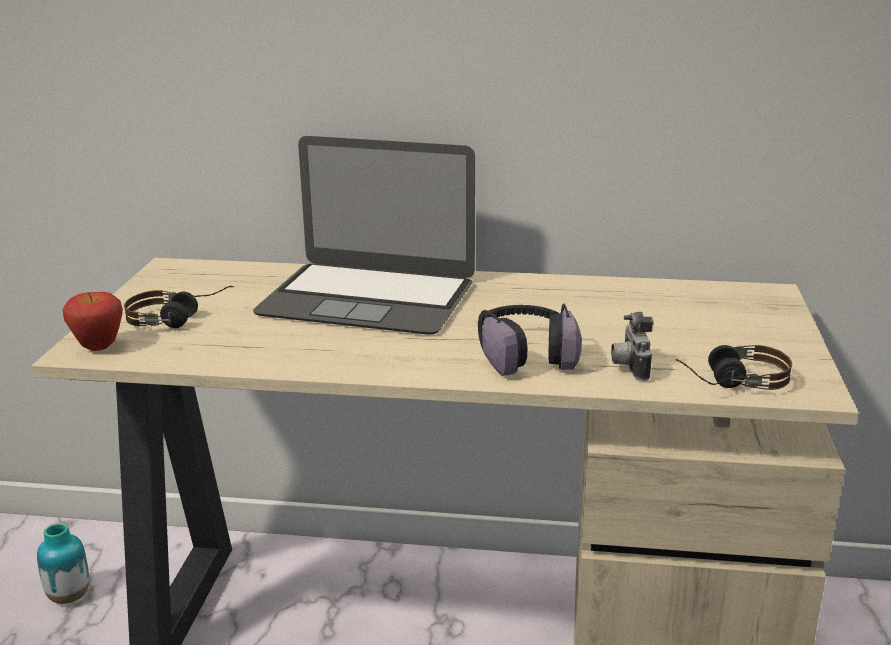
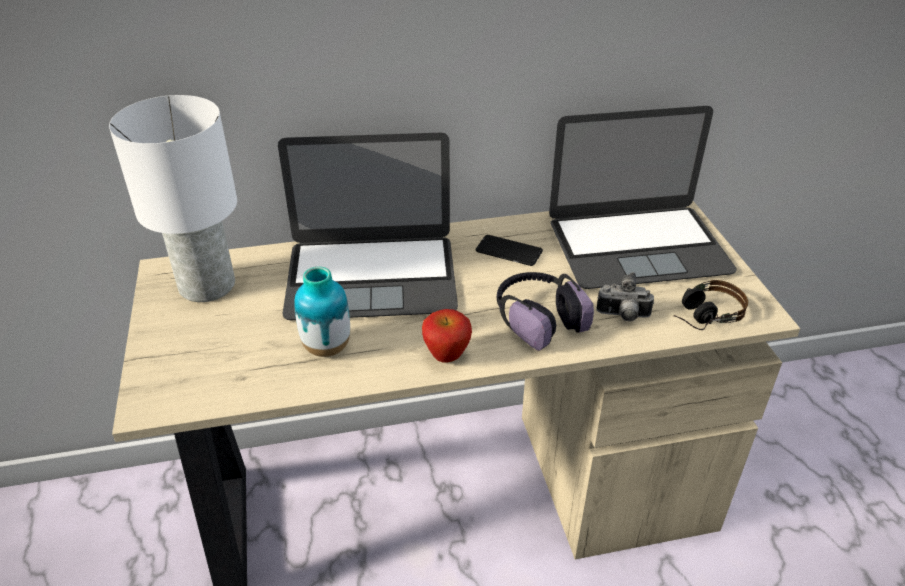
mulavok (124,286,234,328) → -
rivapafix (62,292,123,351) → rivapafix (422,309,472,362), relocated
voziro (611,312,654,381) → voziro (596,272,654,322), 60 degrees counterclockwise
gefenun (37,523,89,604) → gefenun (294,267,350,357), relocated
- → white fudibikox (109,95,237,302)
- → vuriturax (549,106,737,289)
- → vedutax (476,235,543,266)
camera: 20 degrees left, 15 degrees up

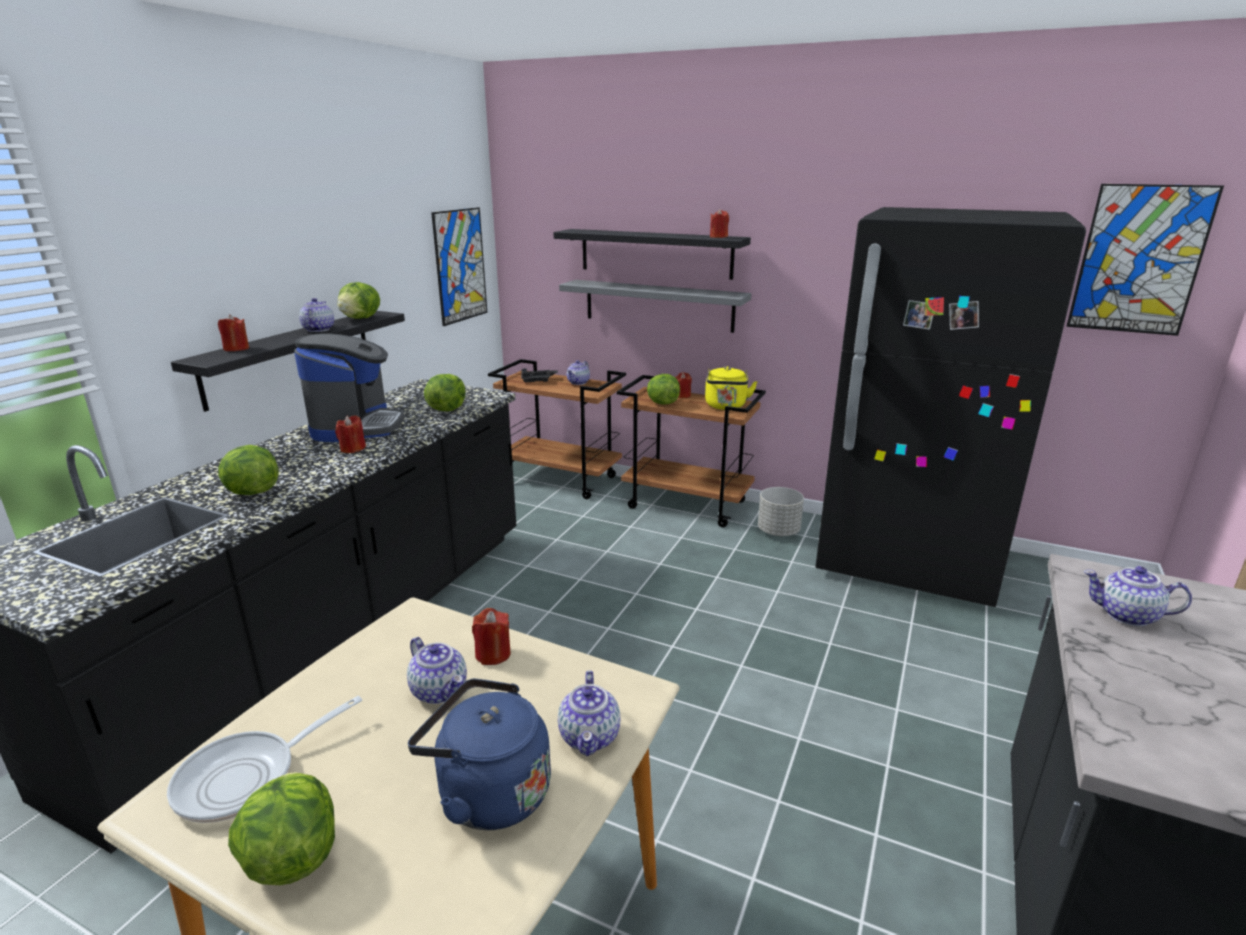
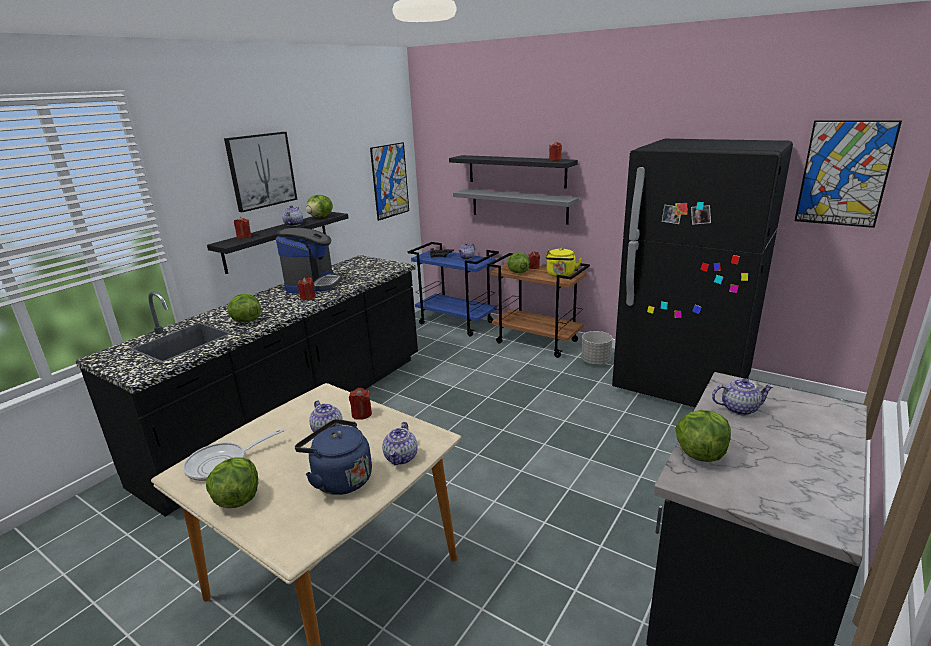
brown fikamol (488,359,626,499) → blue fikamol (408,242,499,336)
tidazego (424,374,466,411) → tidazego (675,410,731,462), relocated
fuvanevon (1084,566,1192,626) → fuvanevon (712,378,774,416), 150 degrees clockwise
- → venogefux (224,132,297,212)
camera: 10 degrees right, 0 degrees up

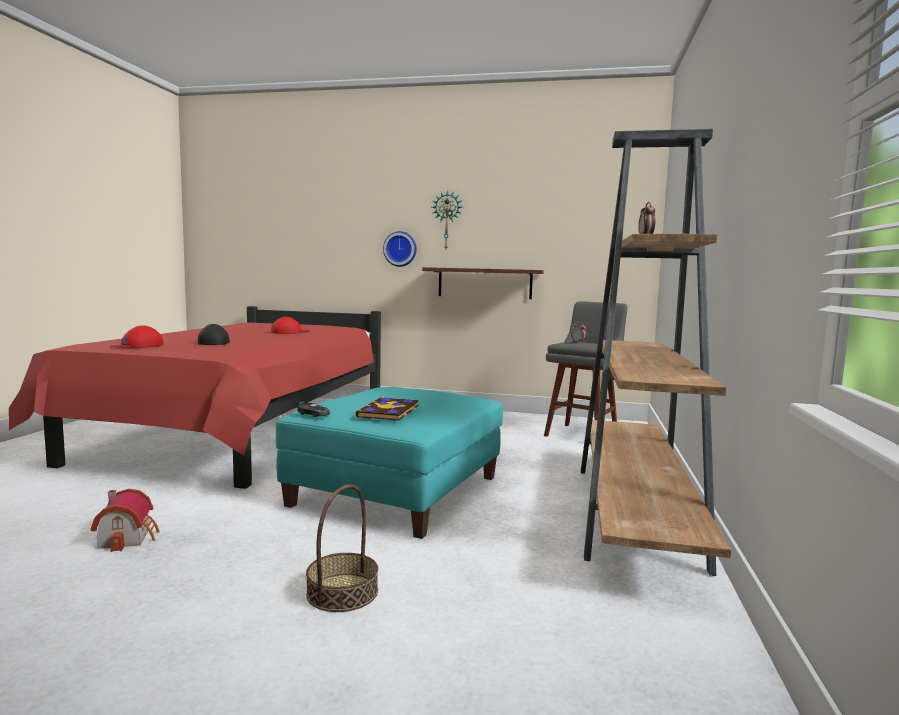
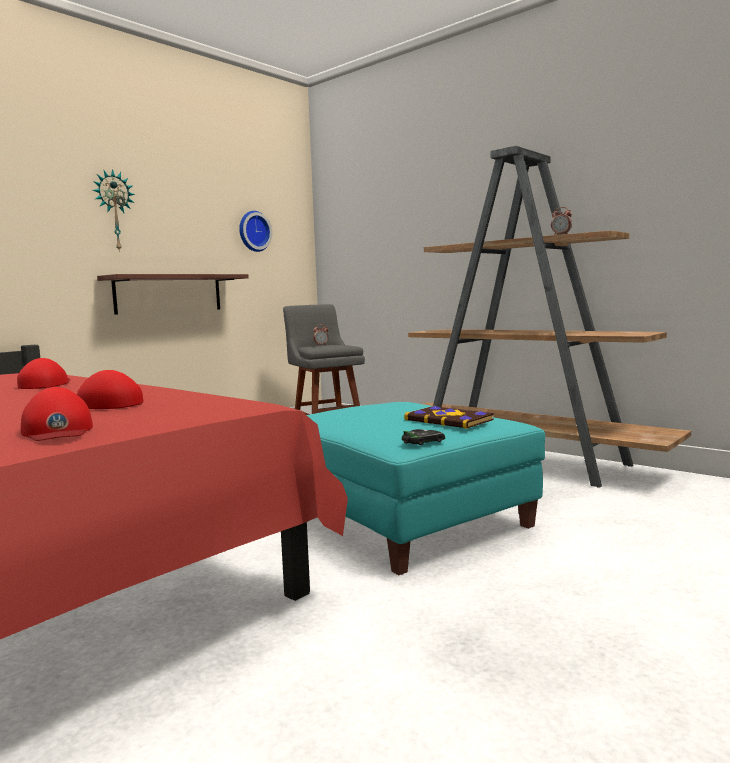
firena (383,231,417,267) → firena (239,211,272,252), relocated
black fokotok (198,324,230,345) → red fokotok (77,370,144,409)
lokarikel (306,485,378,612) → -
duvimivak (91,489,160,552) → -
camera: 60 degrees left, 0 degrees up

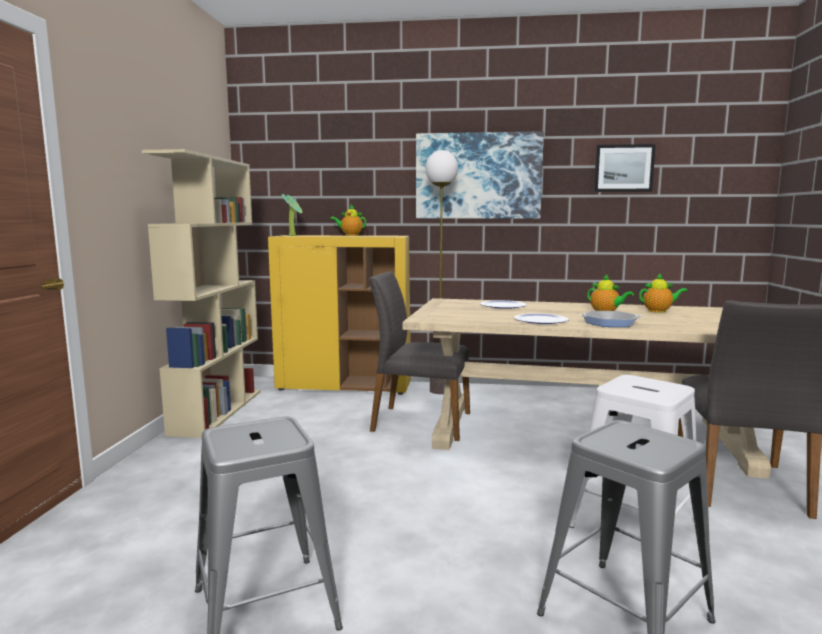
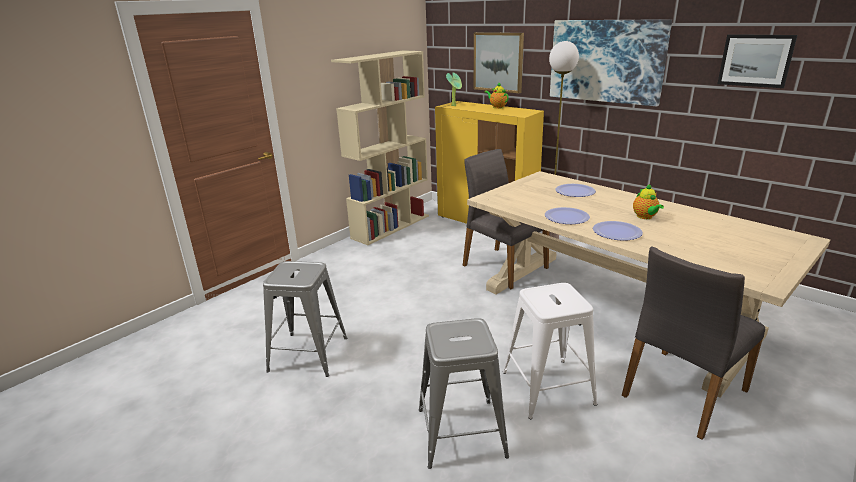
fuvanevon (639,273,687,313) → -
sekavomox (580,311,642,327) → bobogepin (593,221,643,241)
- → venogefux (474,32,524,93)
camera: 35 degrees right, 15 degrees up

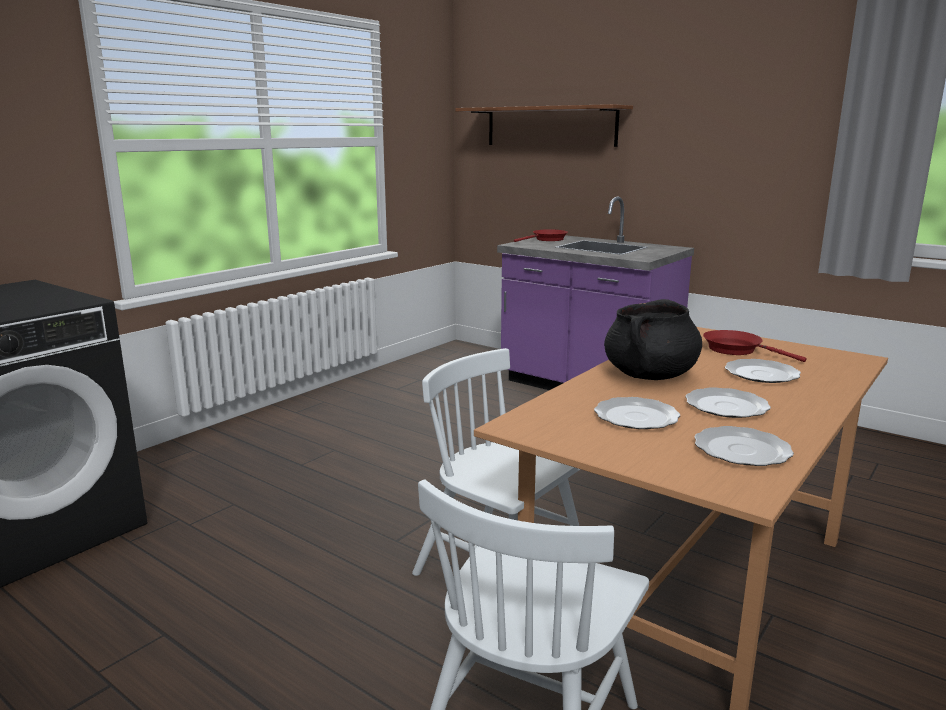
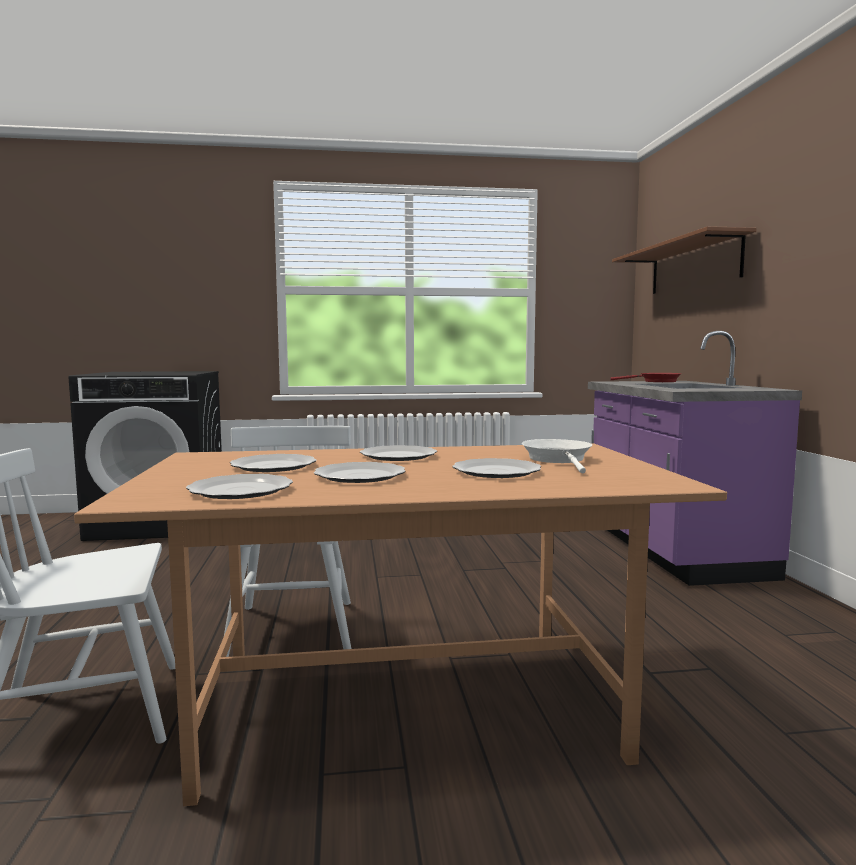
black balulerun (604,299,702,380) → bobogepin (360,445,437,461)
red sekavomox (703,330,806,362) → white sekavomox (522,439,592,474)
camera: 45 degrees right, 10 degrees down

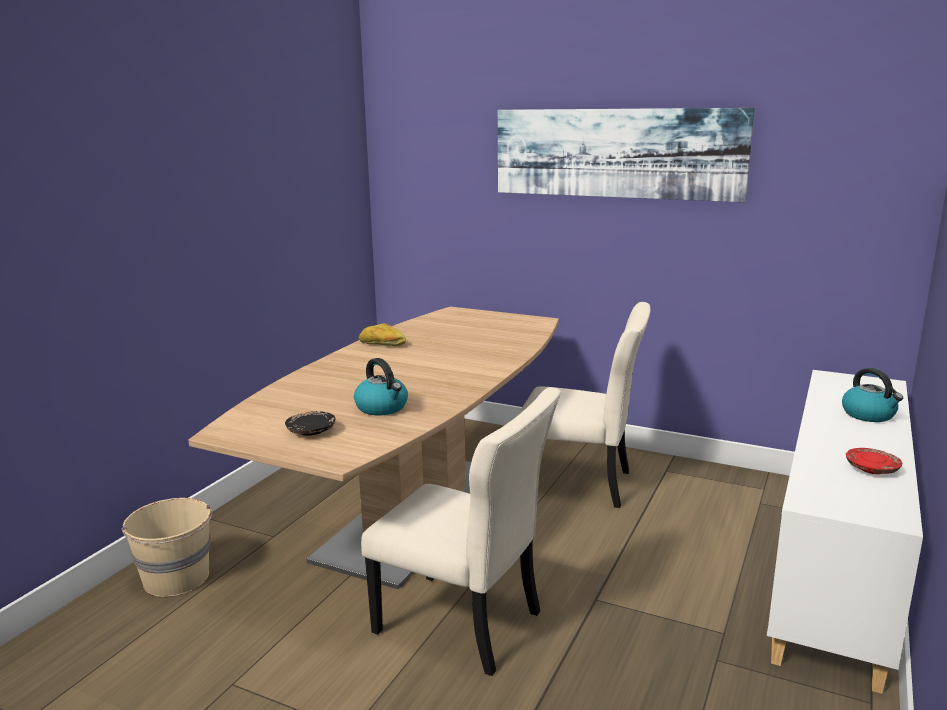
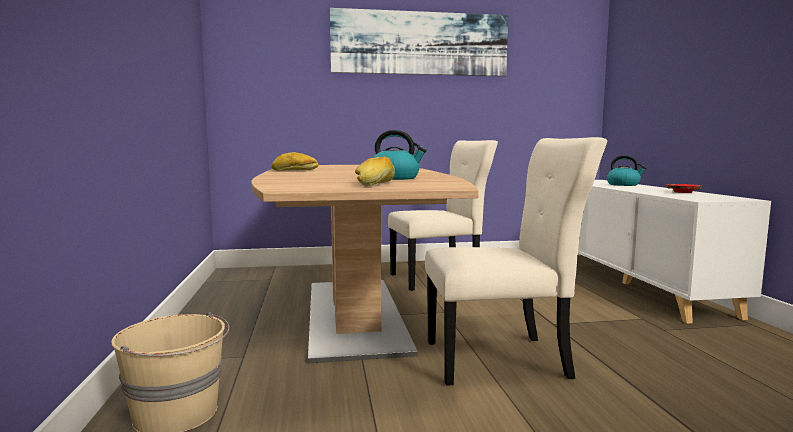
black bobogepin (285,411,336,436) → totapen (355,156,395,186)
camera: 35 degrees left, 10 degrees down

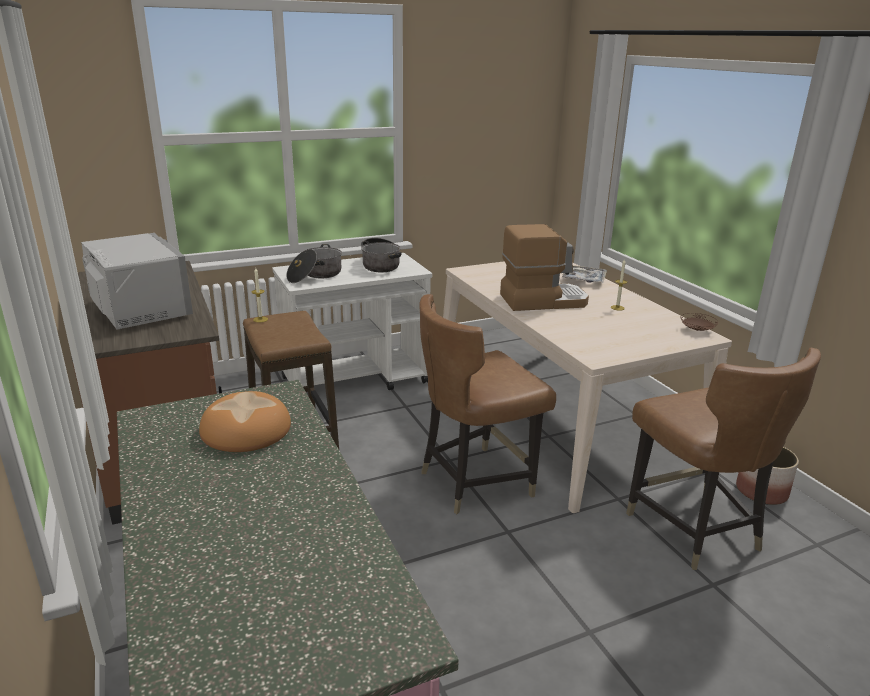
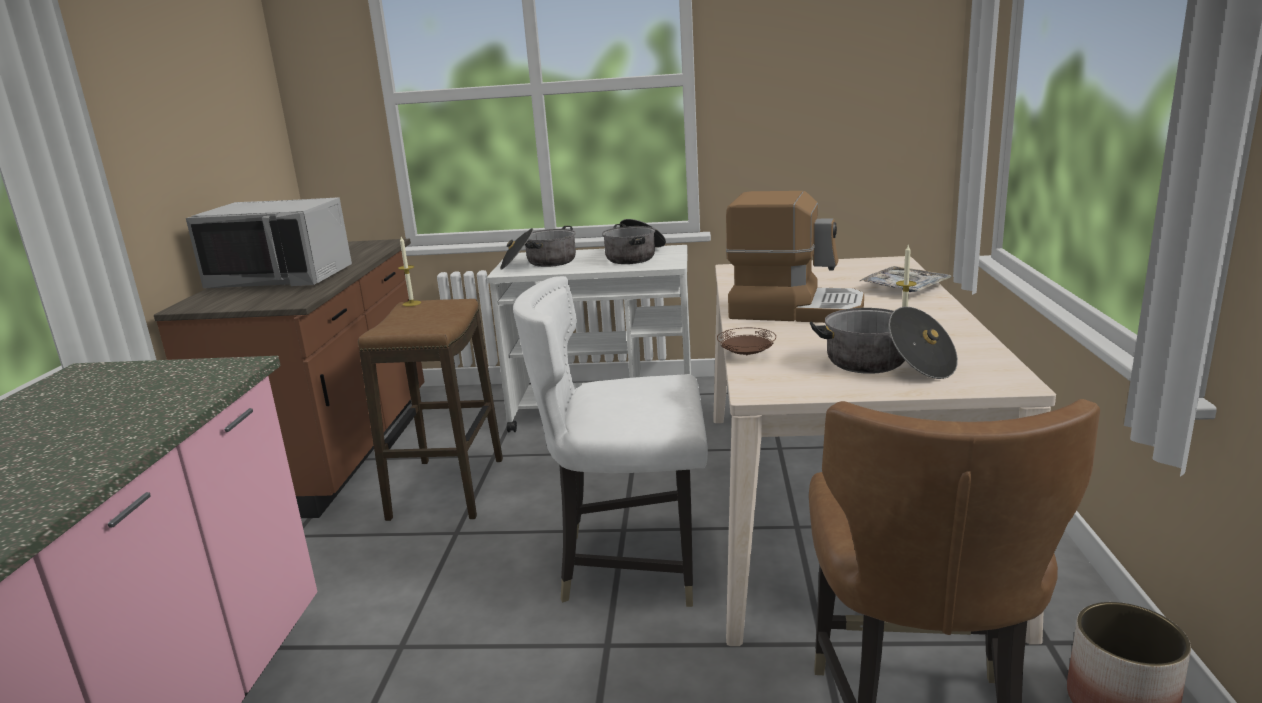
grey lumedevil (81,233,193,330) → grey lumedevil (186,197,352,288), 105 degrees clockwise
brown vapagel (419,294,556,514) → white vapagel (513,276,708,607)
brown bobogepin (680,313,718,331) → brown bobogepin (717,328,776,356), relocated
totapen (199,391,291,452) → -
- → balulerun (810,307,958,379)
camera: 30 degrees right, 5 degrees down

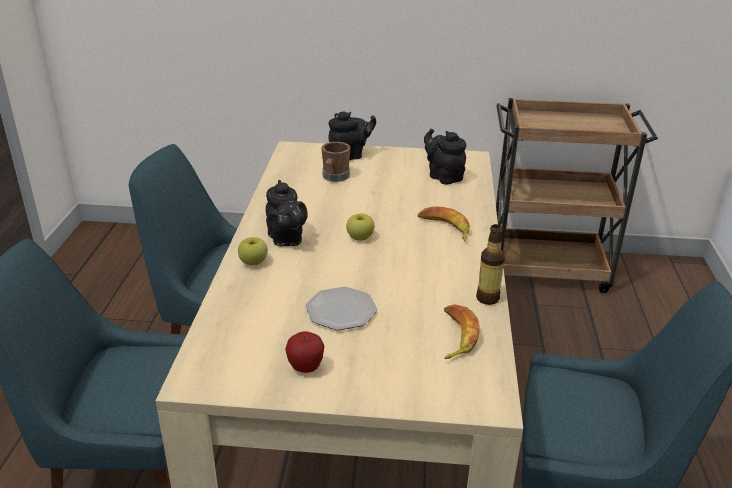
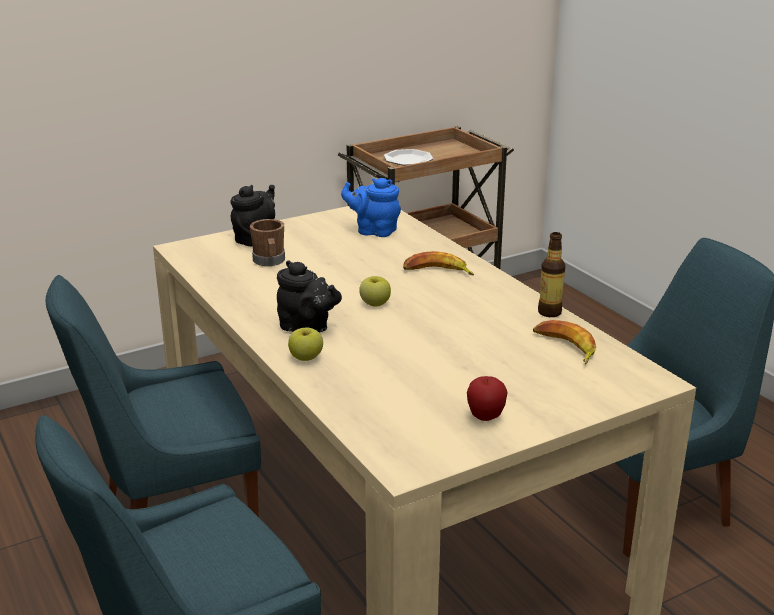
black fuvanevon (424,129,466,185) → blue fuvanevon (341,178,401,237)
bobogepin (305,287,378,330) → bobogepin (384,149,433,165), relocated
camera: 35 degrees left, 5 degrees down

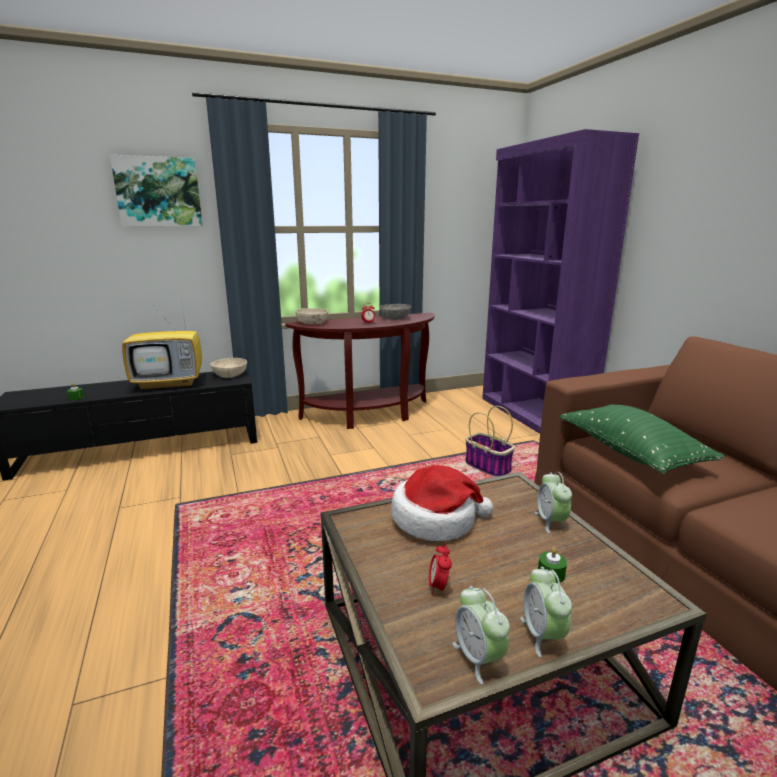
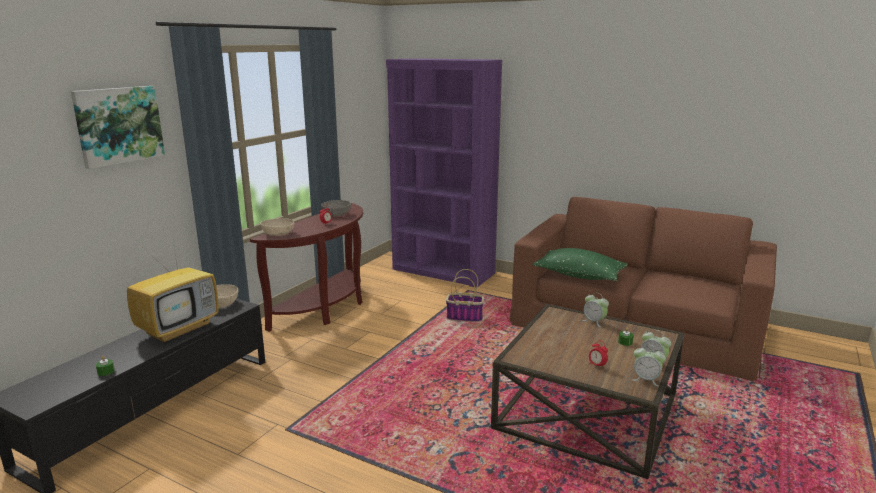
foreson (391,465,493,541) → -
camera: 40 degrees left, 0 degrees up

